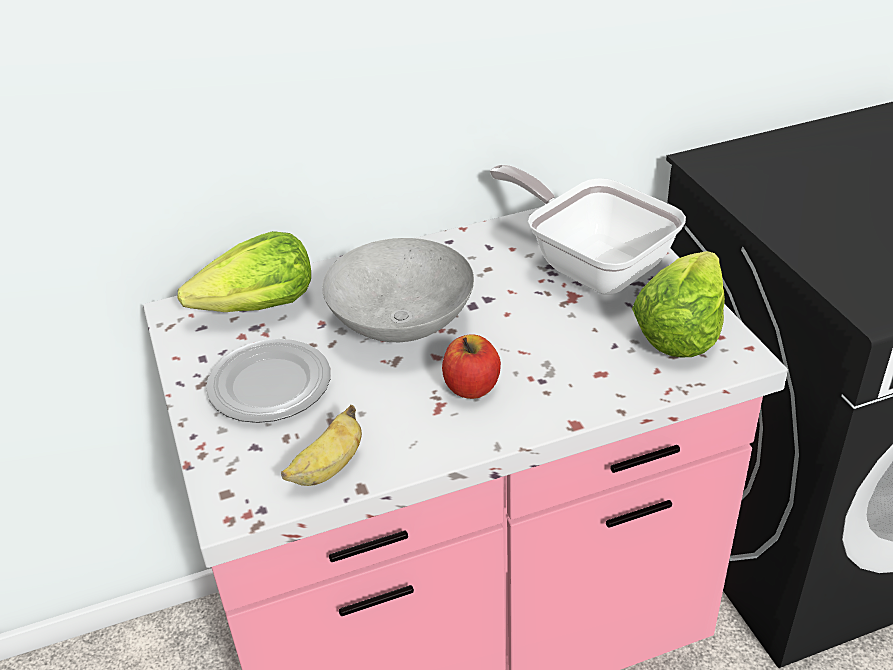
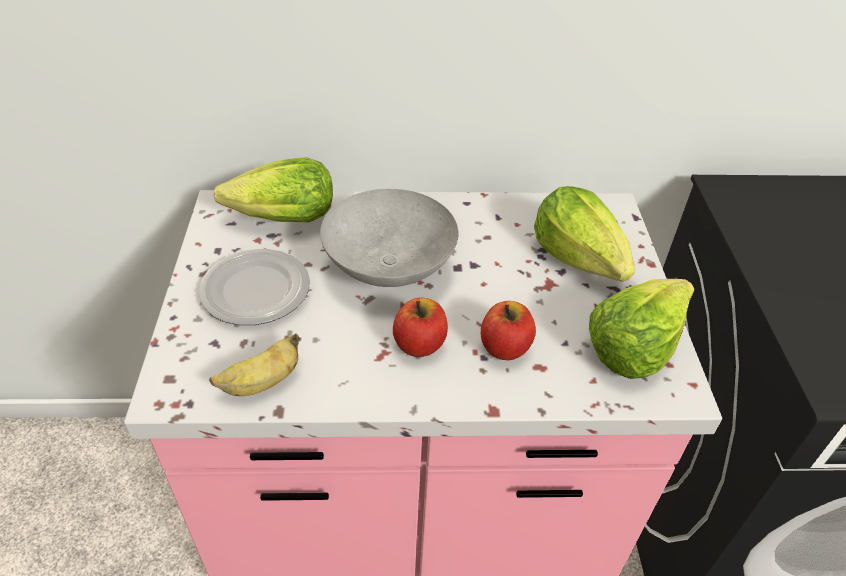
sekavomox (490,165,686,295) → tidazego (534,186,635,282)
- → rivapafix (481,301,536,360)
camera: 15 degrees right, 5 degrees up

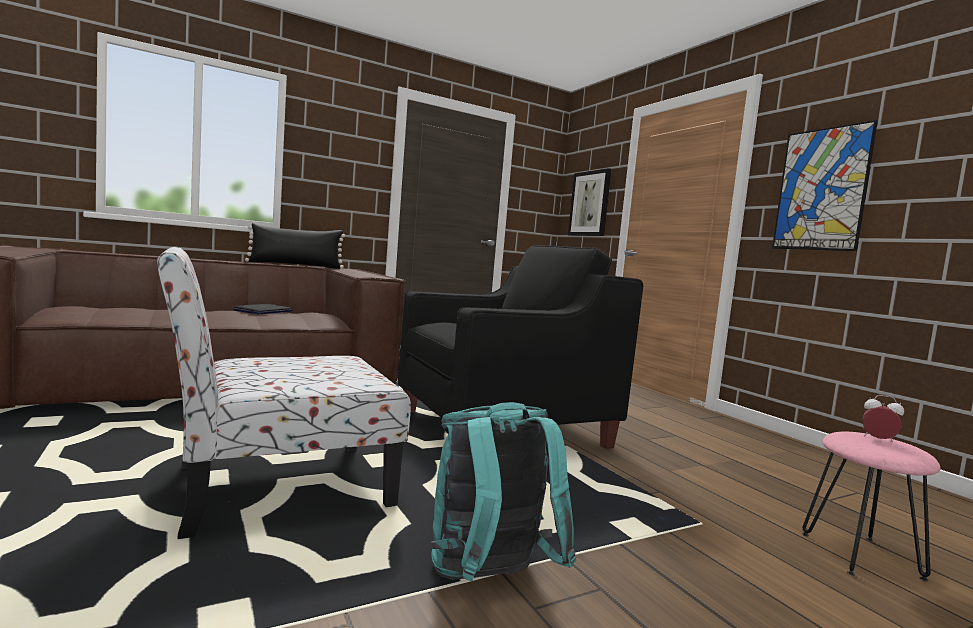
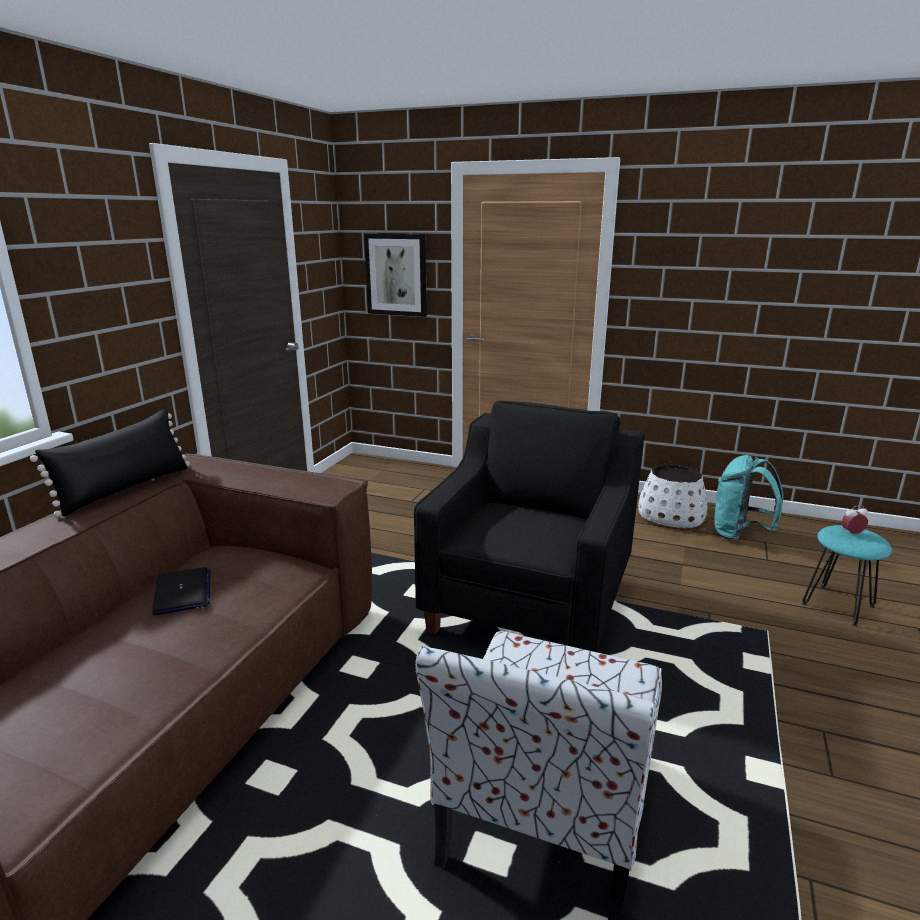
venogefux (772,120,878,251) → -
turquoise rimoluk (431,402,576,581) → turquoise rimoluk (714,455,784,541), relocated
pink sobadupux (802,432,941,581) → turquoise sobadupux (802,525,892,626)
- → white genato (638,464,707,528)
camera: 40 degrees left, 15 degrees up

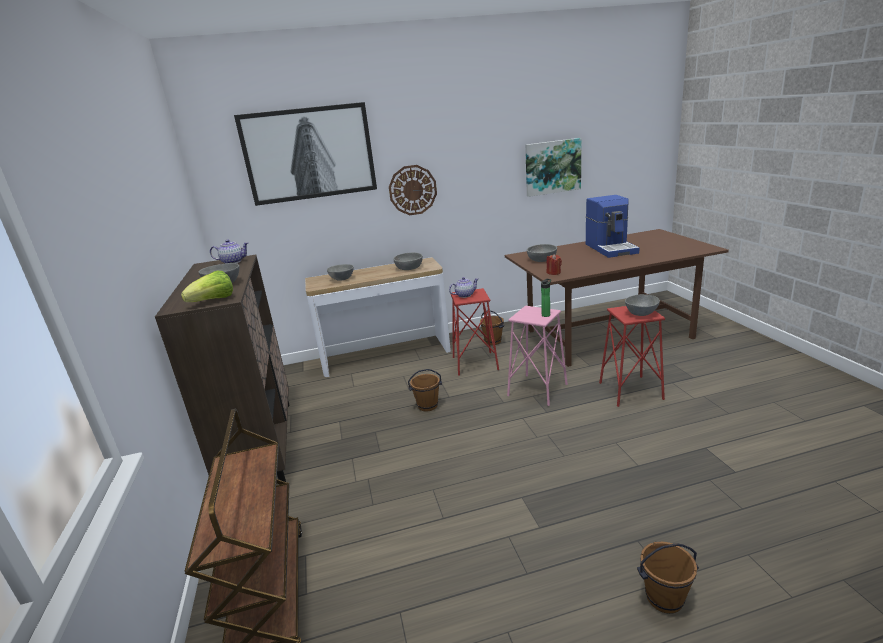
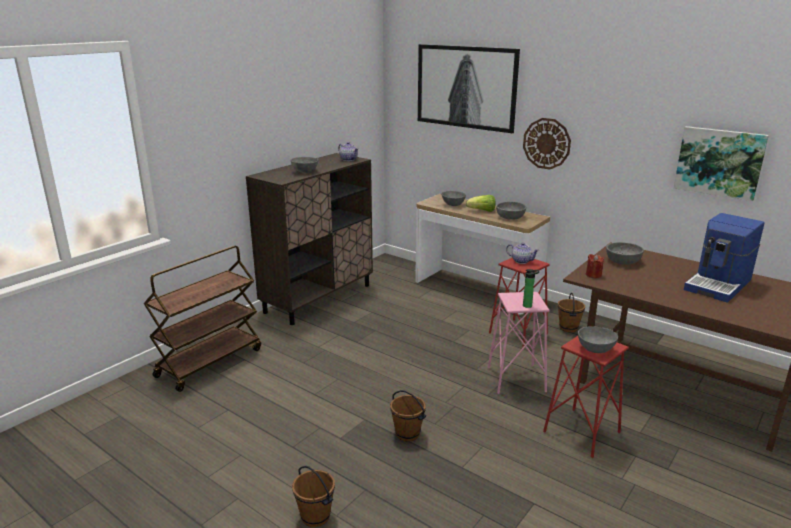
tidazego (181,271,233,302) → tidazego (466,195,495,212), relocated
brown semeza (408,369,442,412) → brown semeza (390,390,426,442), relocated
camera: 50 degrees right, 0 degrees up

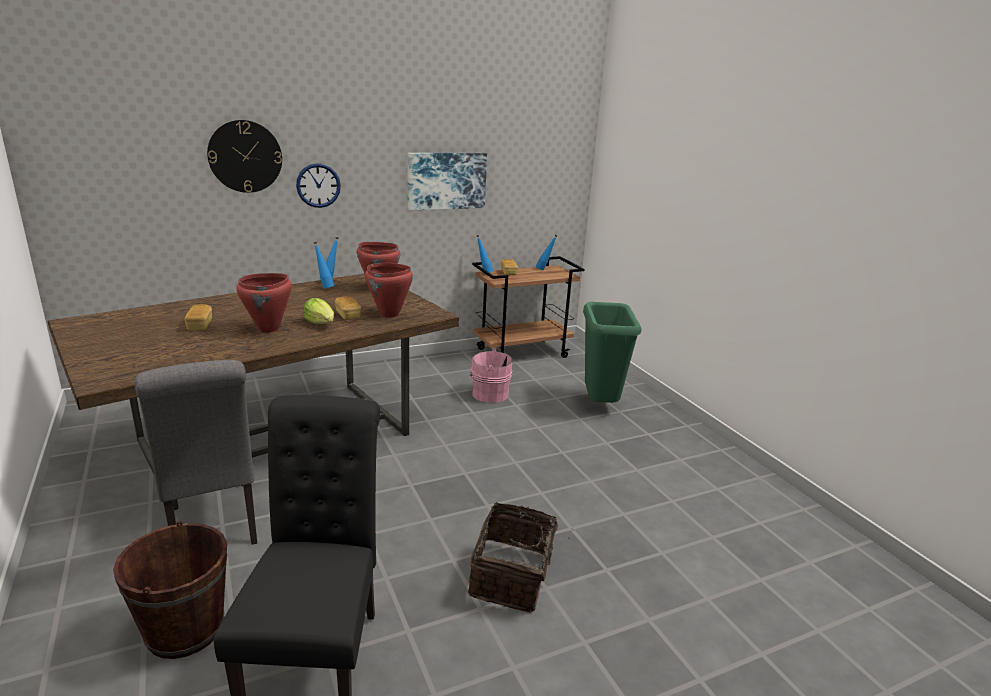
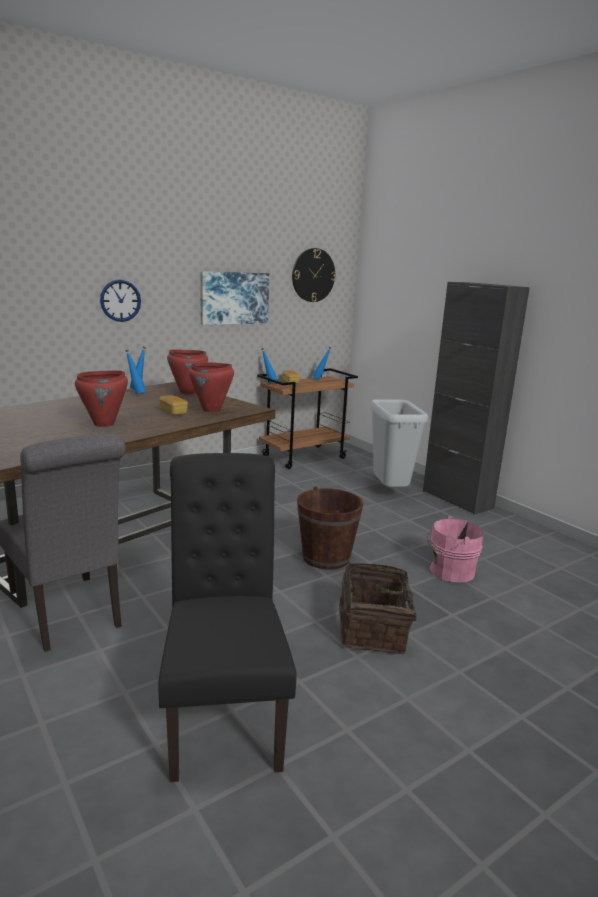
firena (207,120,282,193) → firena (292,248,336,302), relocated
tidazego (304,298,334,324) → -
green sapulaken (583,302,642,403) → grey sapulaken (370,399,429,487)
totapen (184,304,212,331) → -
pink semeza (470,349,513,403) → pink semeza (427,516,484,583), relocated
brown semeza (113,520,227,659) → brown semeza (297,486,364,570), relocated
- → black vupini (423,282,530,515)
camera: 10 degrees left, 5 degrees down

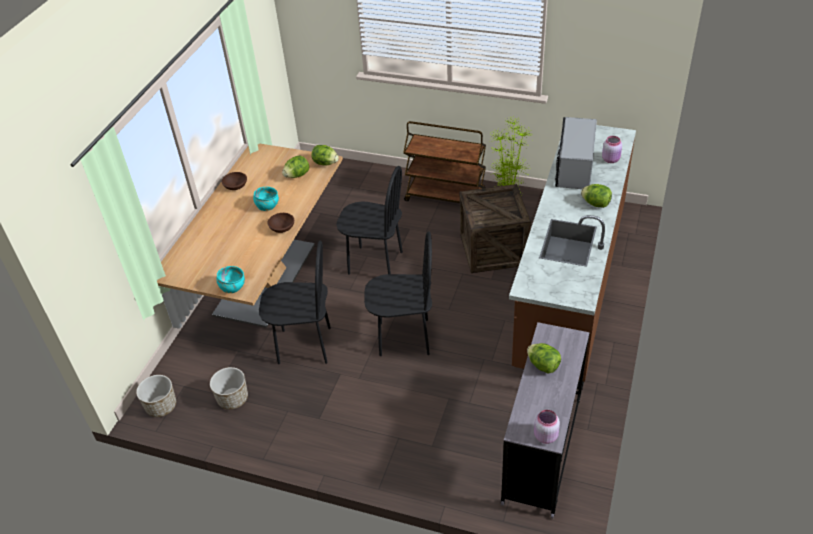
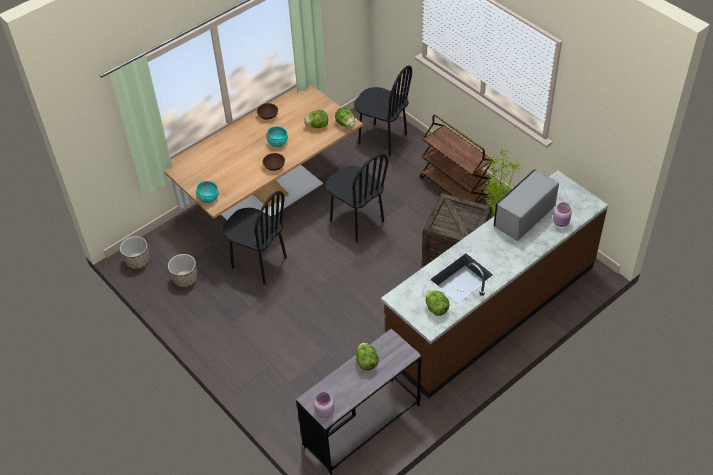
tidazego (581,184,612,208) → tidazego (426,290,449,316), relocated
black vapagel (364,231,432,356) → black vapagel (354,65,412,157), relocated
camera: 30 degrees right, 5 degrees up

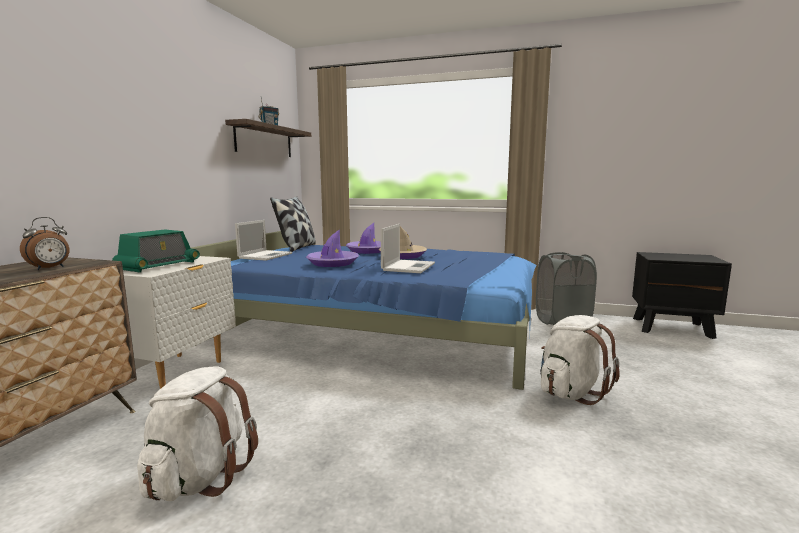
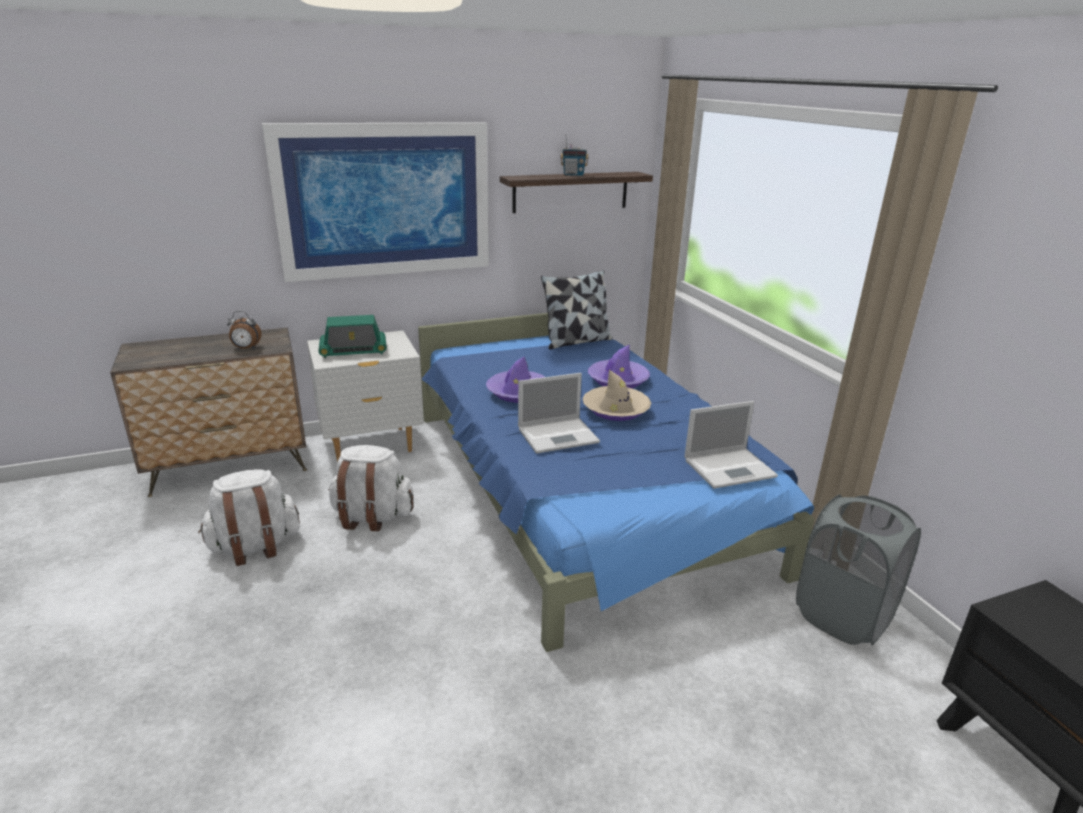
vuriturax (235,220,292,261) → vuriturax (684,401,778,489), relocated
white rimoluk (540,315,620,405) → white rimoluk (328,445,414,531), relocated
- → venogefux (262,122,489,282)
camera: 50 degrees right, 15 degrees up

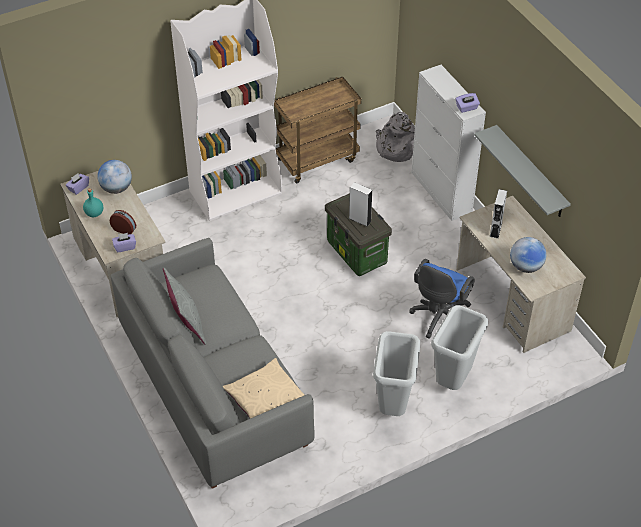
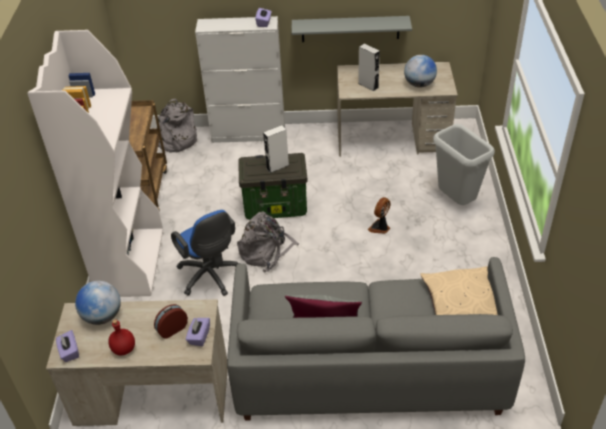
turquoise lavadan (83,188,103,217) → red lavadan (108,319,135,356)
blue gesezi (409,259,475,339) → blue gesezi (171,210,240,296), relocated
grey sapulaken (373,331,420,416) → -
- → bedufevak (368,197,391,234)
- → grey rimoluk (237,211,299,273)
camera: 60 degrees left, 5 degrees down

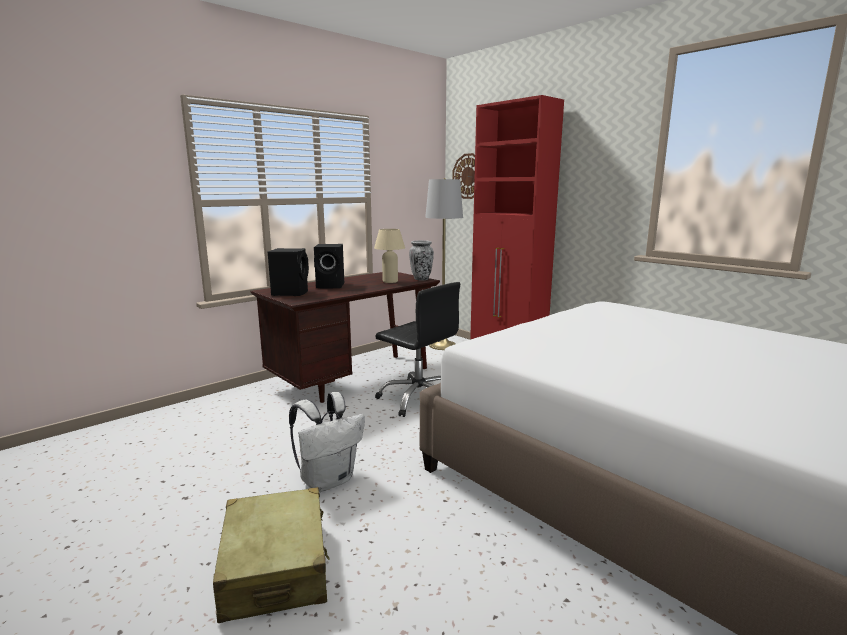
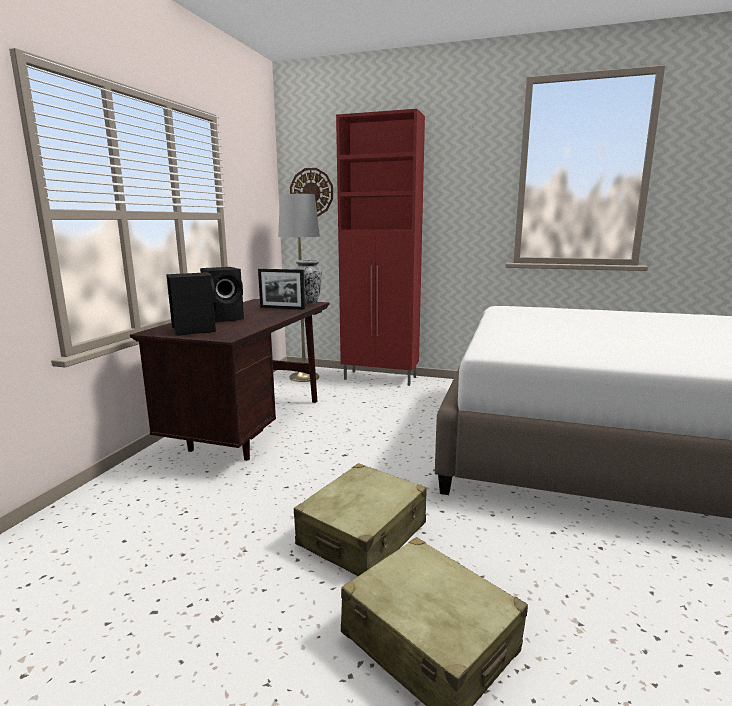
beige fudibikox (374,229,405,283) → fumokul (258,269,305,310)
black gesezi (375,282,460,417) → -
white rimoluk (289,392,365,492) → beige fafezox (294,463,427,576)
camera: 30 degrees left, 0 degrees up

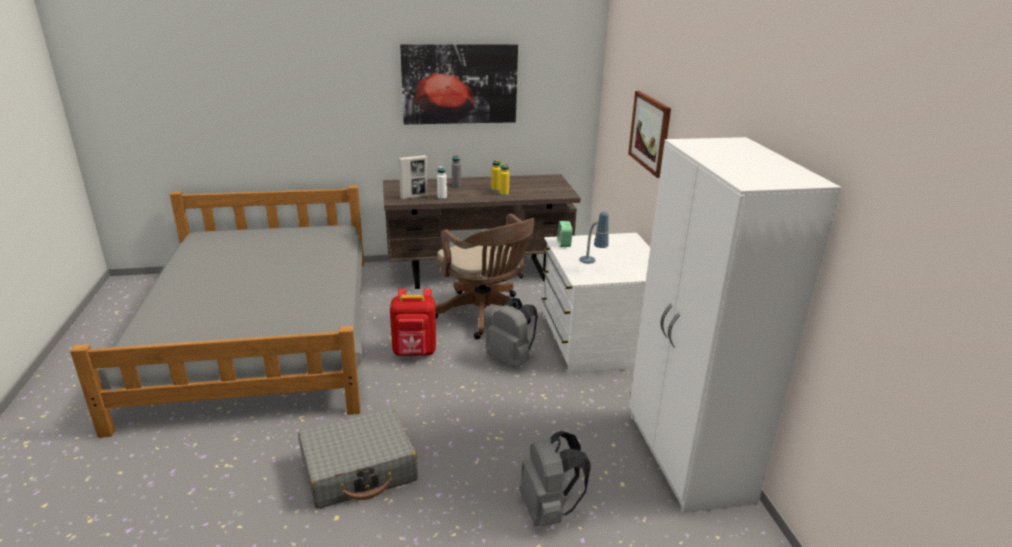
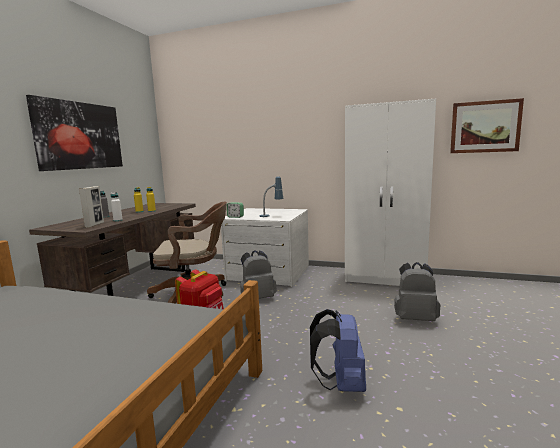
venogefux (628,91,671,178) → venogefux (450,98,524,153), relocated
grey fafezox (298,408,418,509) → blue rimoluk (310,309,366,392)
camera: 60 degrees left, 15 degrees down

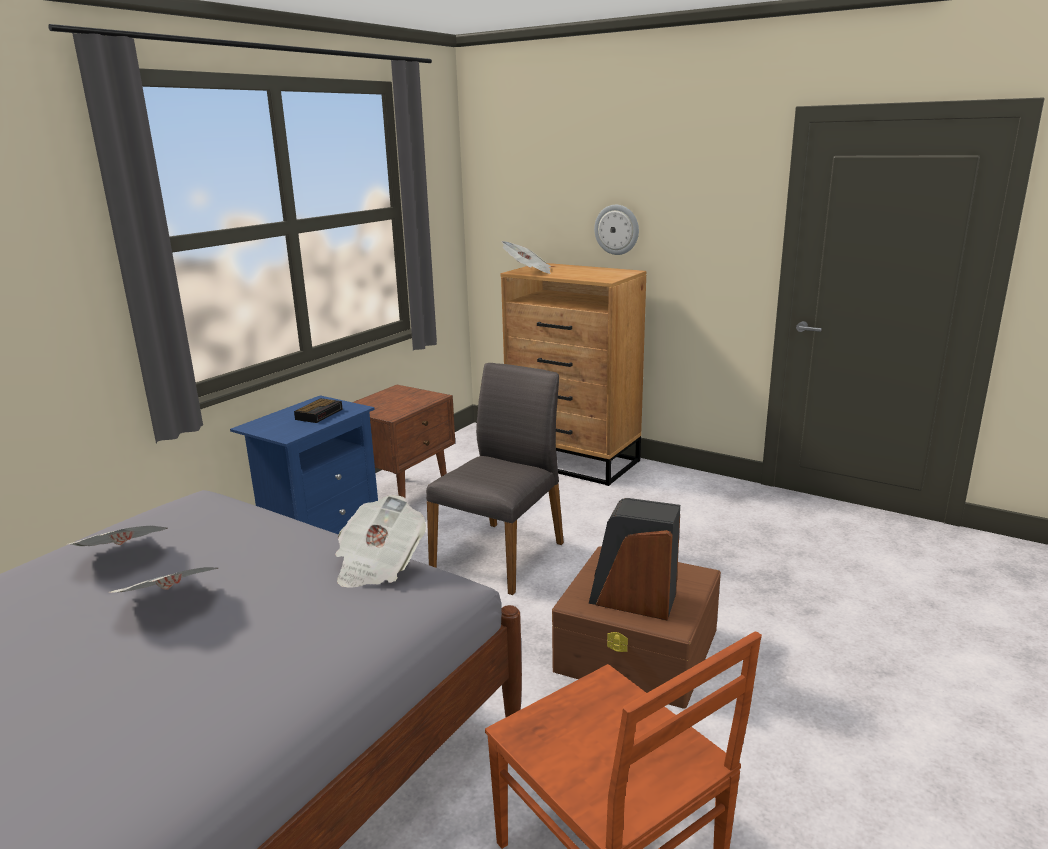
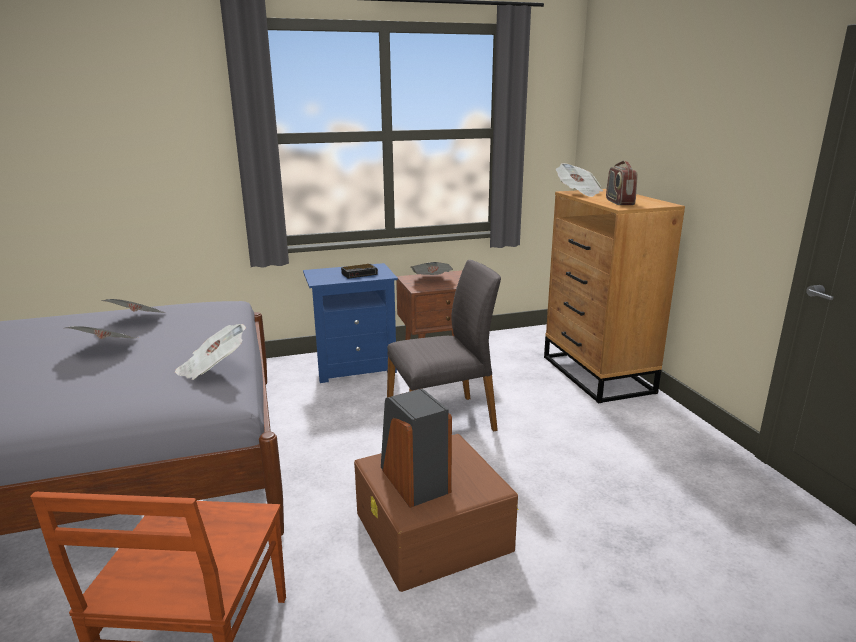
firena (594,205,639,255) → -
- → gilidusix (606,161,637,205)
- → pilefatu (411,262,453,275)
camera: 40 degrees right, 0 degrees up

